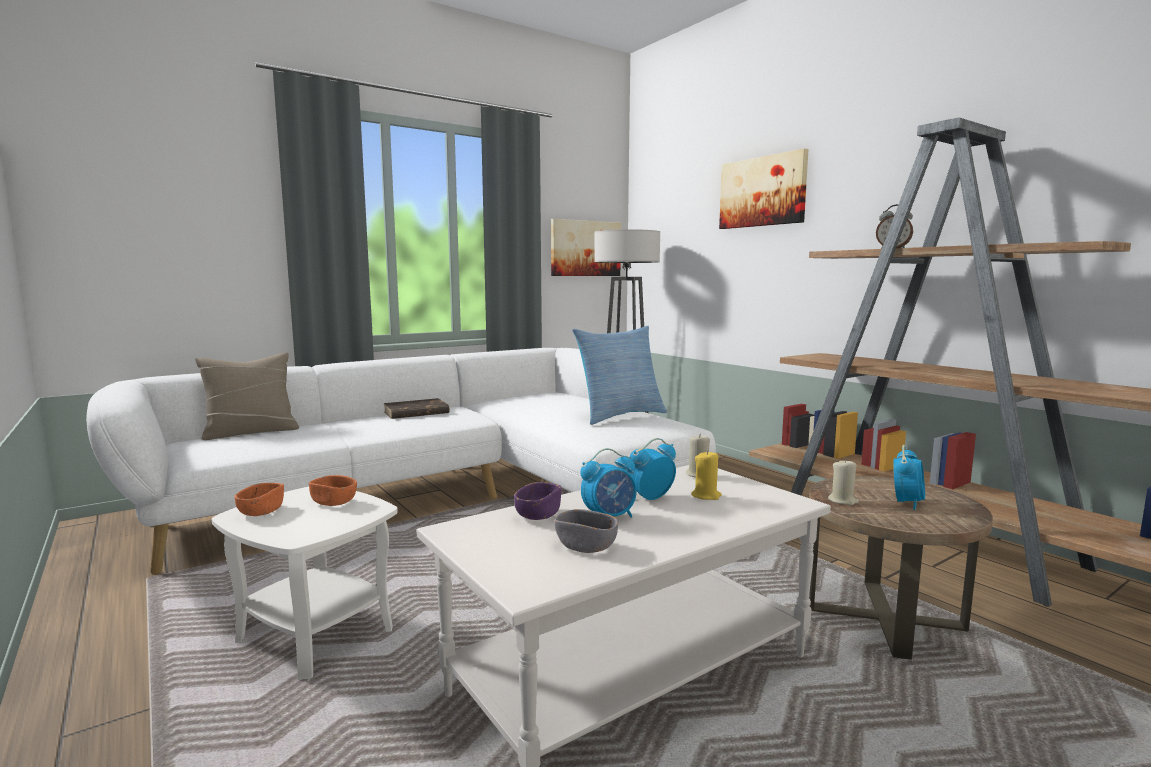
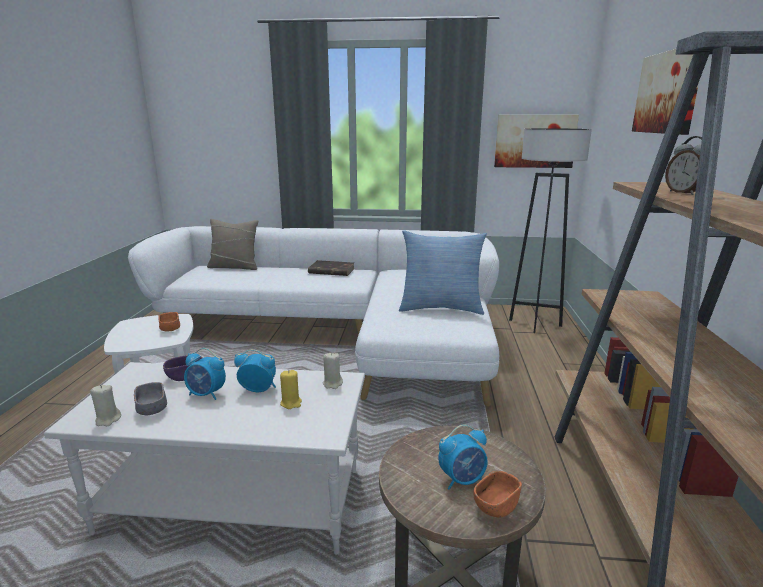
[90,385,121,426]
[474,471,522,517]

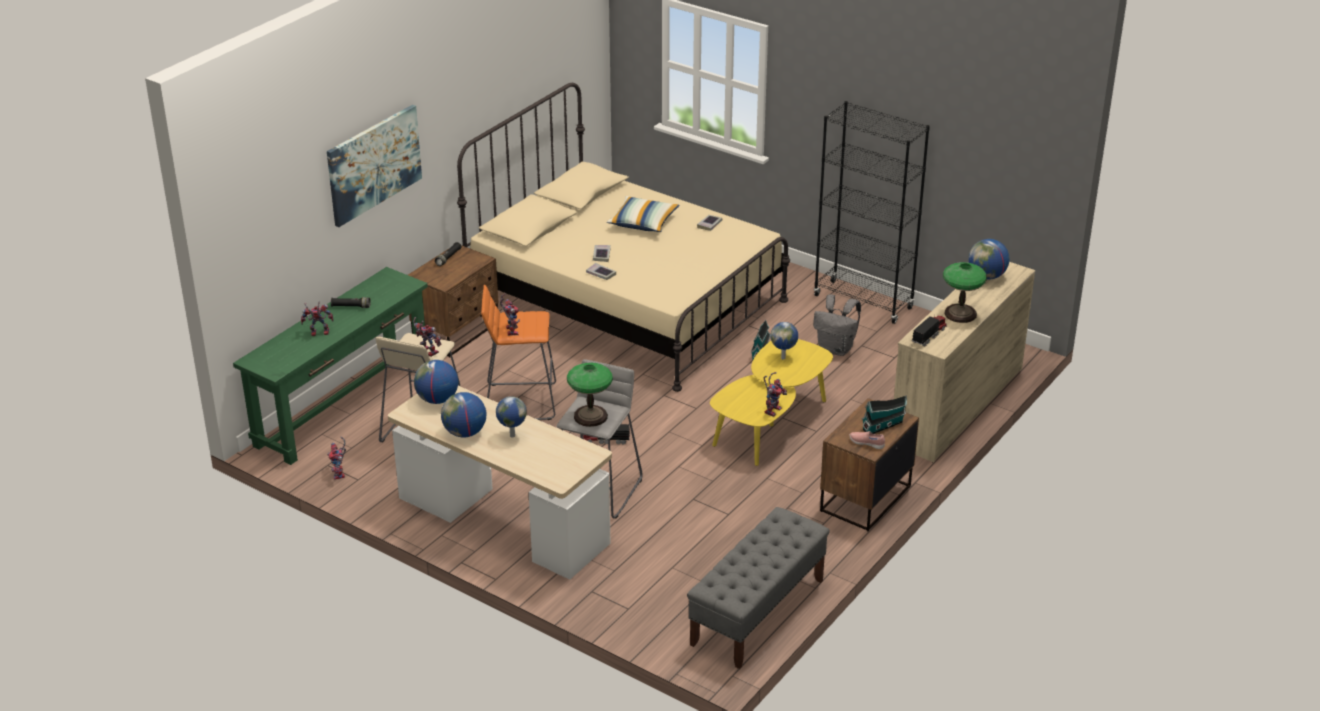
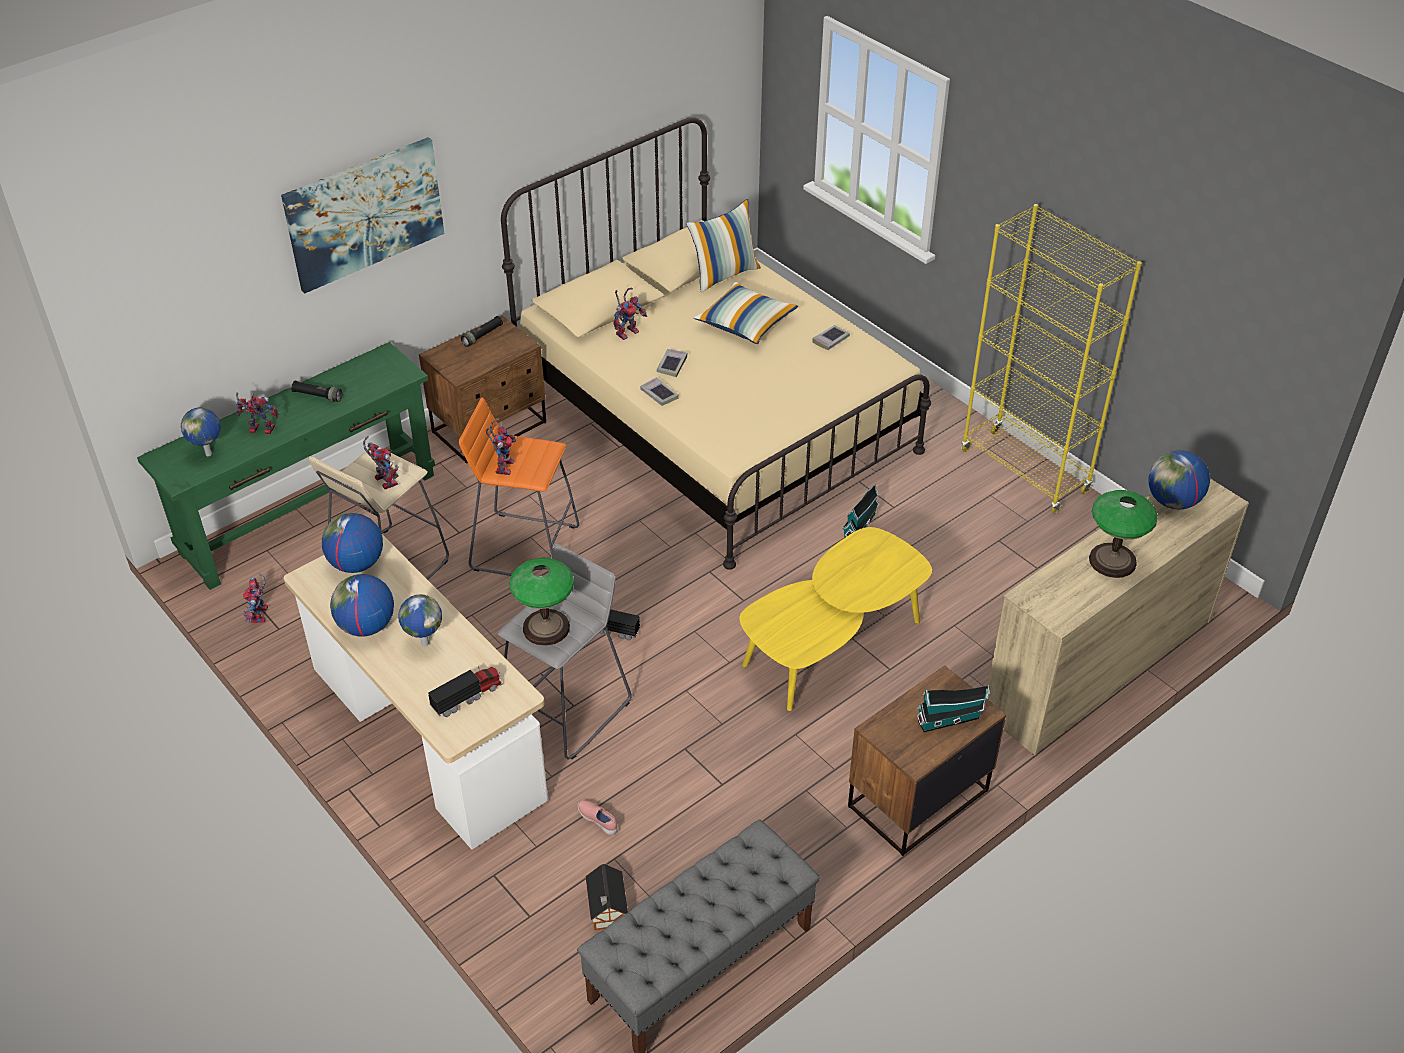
[181,408,221,456]
[428,666,503,717]
[578,800,618,835]
[585,864,628,930]
[614,288,647,340]
[686,199,761,292]
[961,204,1142,514]
[813,294,861,356] (first image)

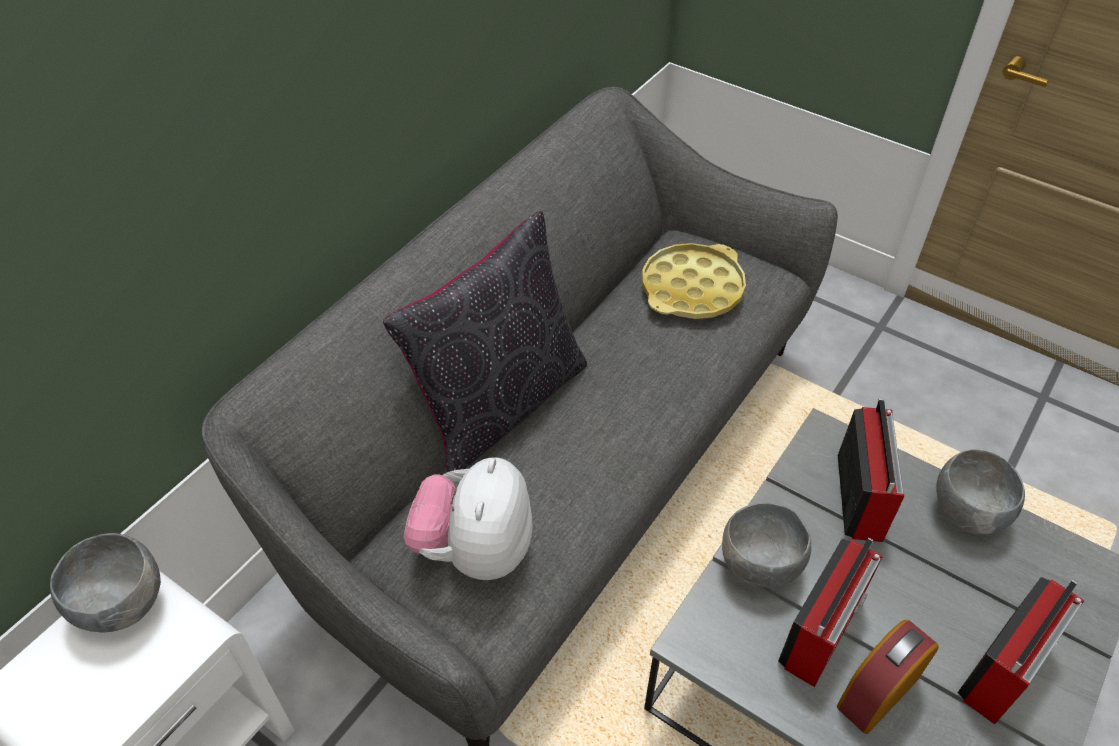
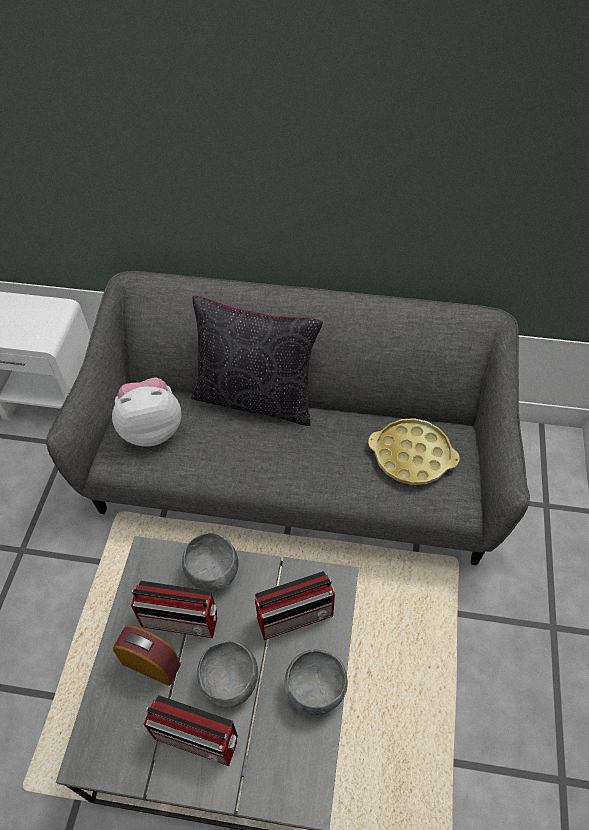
[197,641,258,707]

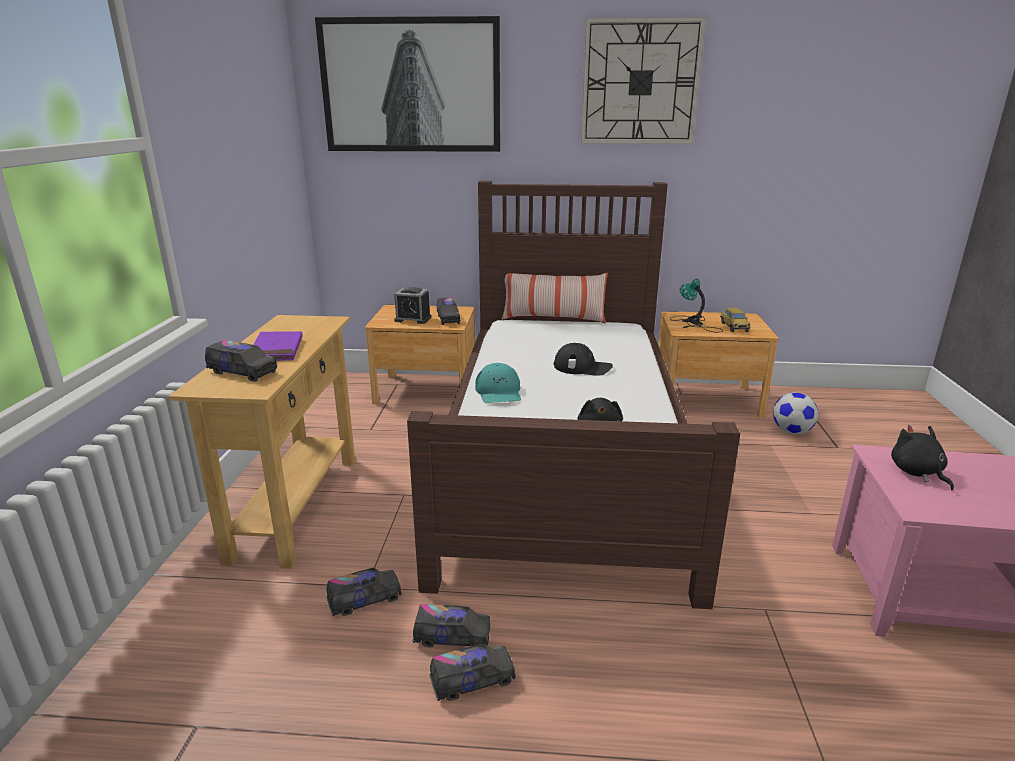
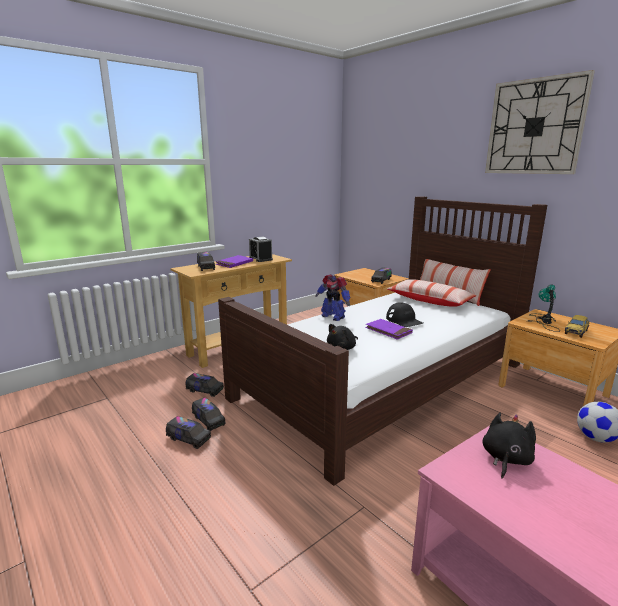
[249,237,273,262]
[315,275,350,321]
[365,319,413,340]
[387,279,476,307]
[315,16,500,152] (first image)

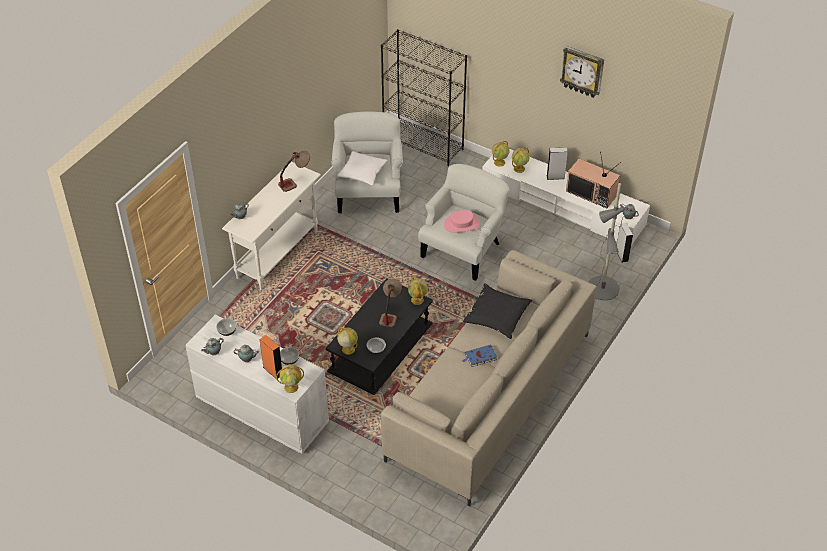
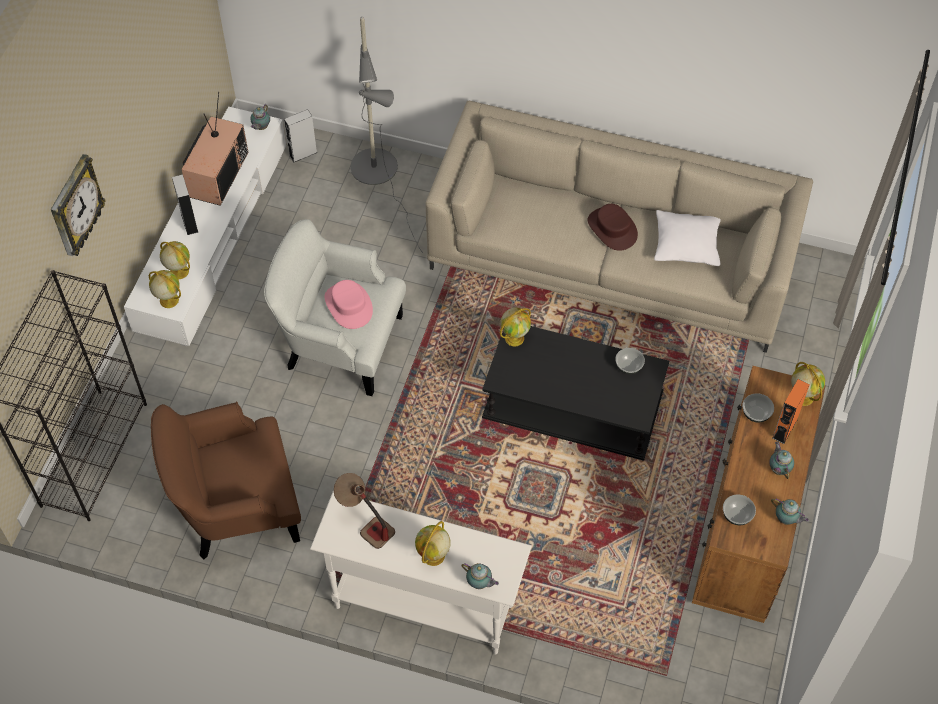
[51,154,106,256]
[151,401,301,560]
[415,521,451,566]
[588,204,638,251]
[654,210,721,266]
[692,366,825,623]
[379,278,402,328] (first image)
[463,283,532,339] (first image)

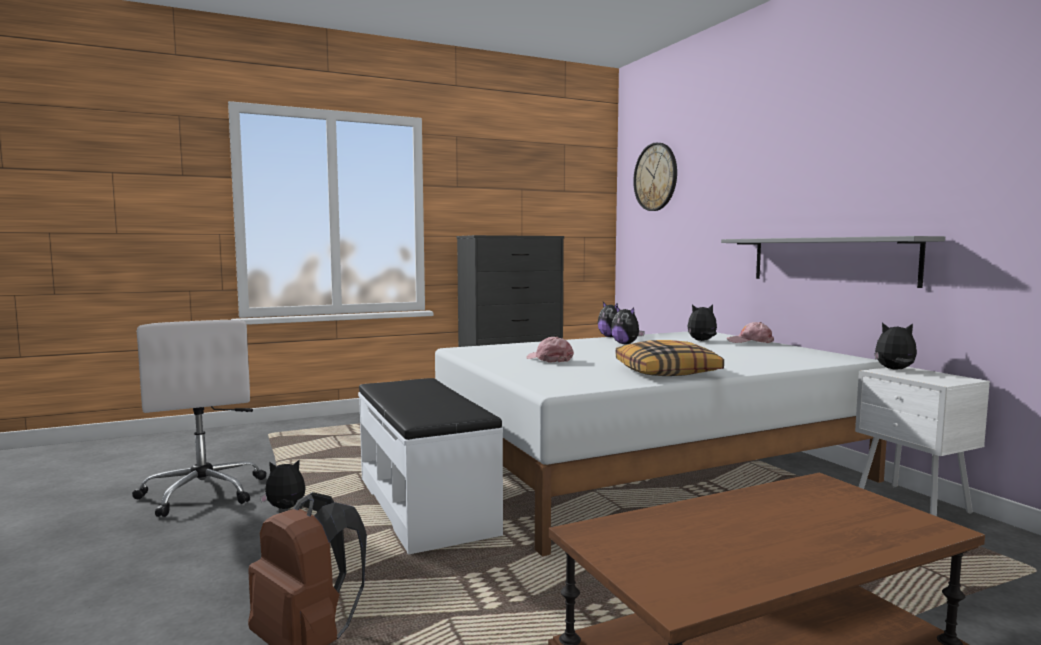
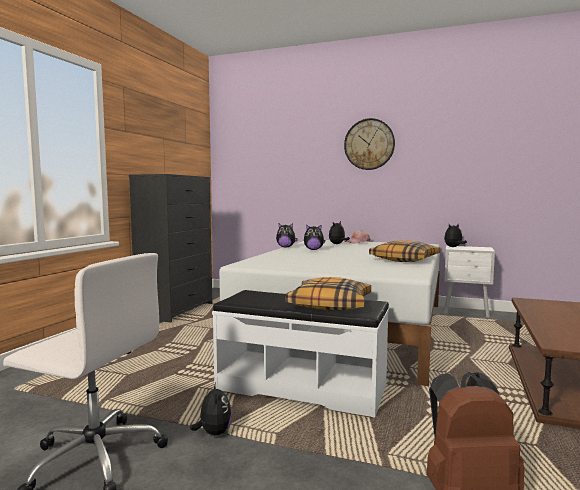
[190,382,232,435]
[285,277,371,311]
[344,118,395,170]
[526,337,574,363] (first image)
[721,236,945,288] (first image)

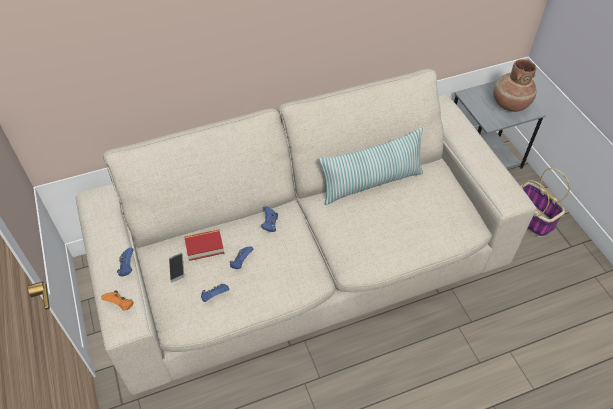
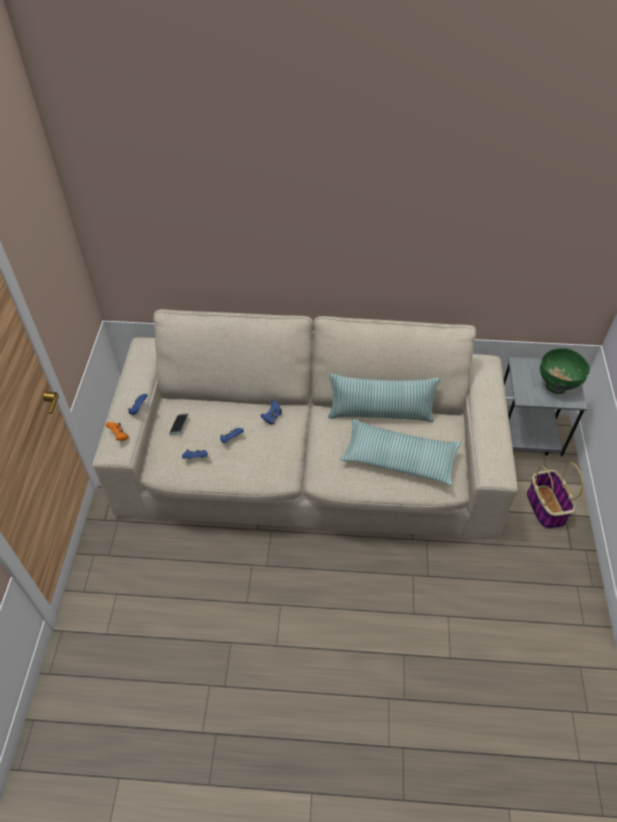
[340,419,461,486]
[540,348,590,394]
[185,230,224,261] (first image)

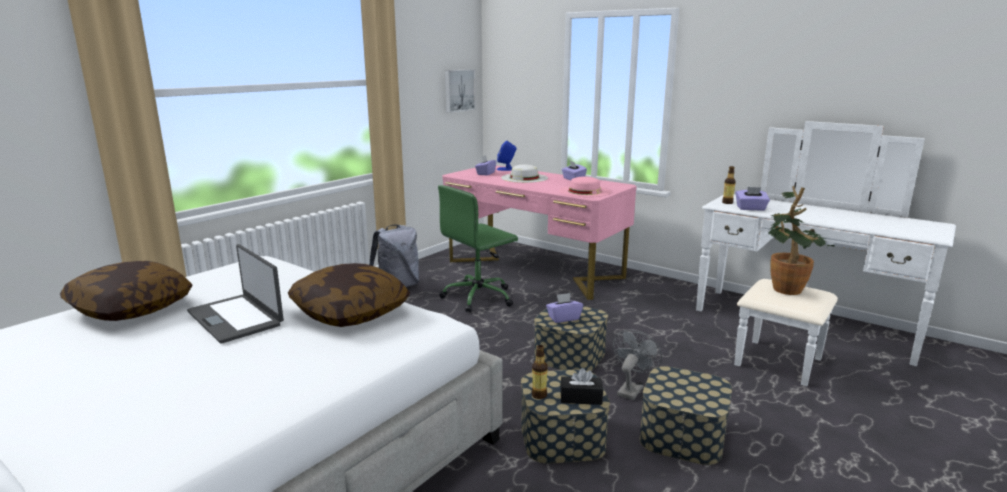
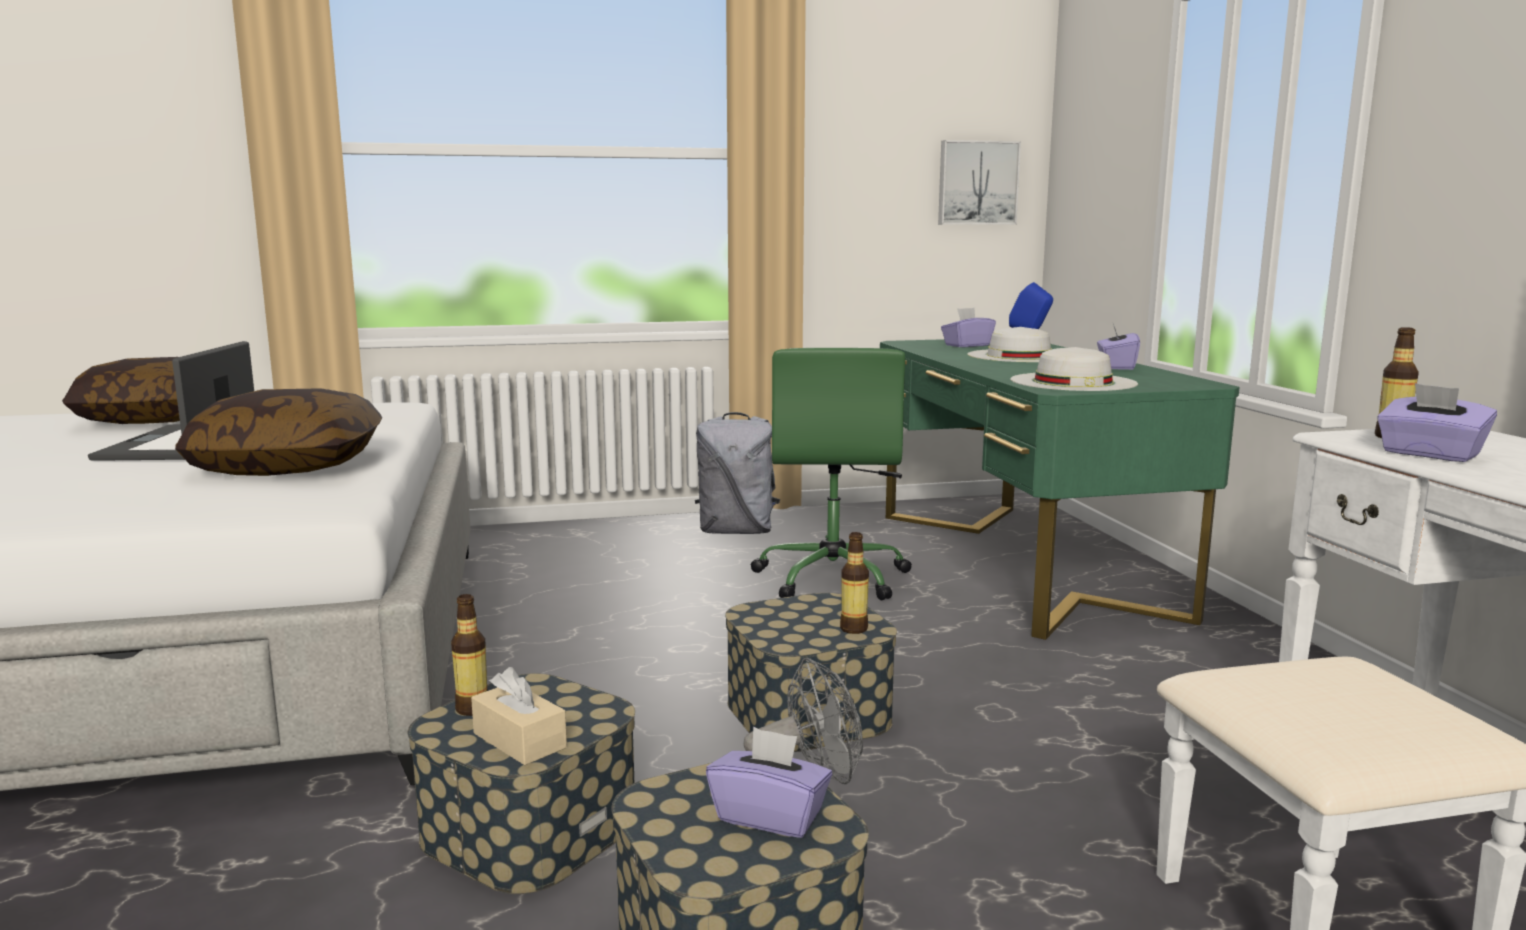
[471,667,567,765]
[706,727,832,838]
[751,348,912,600]
[840,532,869,634]
[880,339,1240,640]
[1010,347,1138,391]
[768,186,834,295] (first image)

